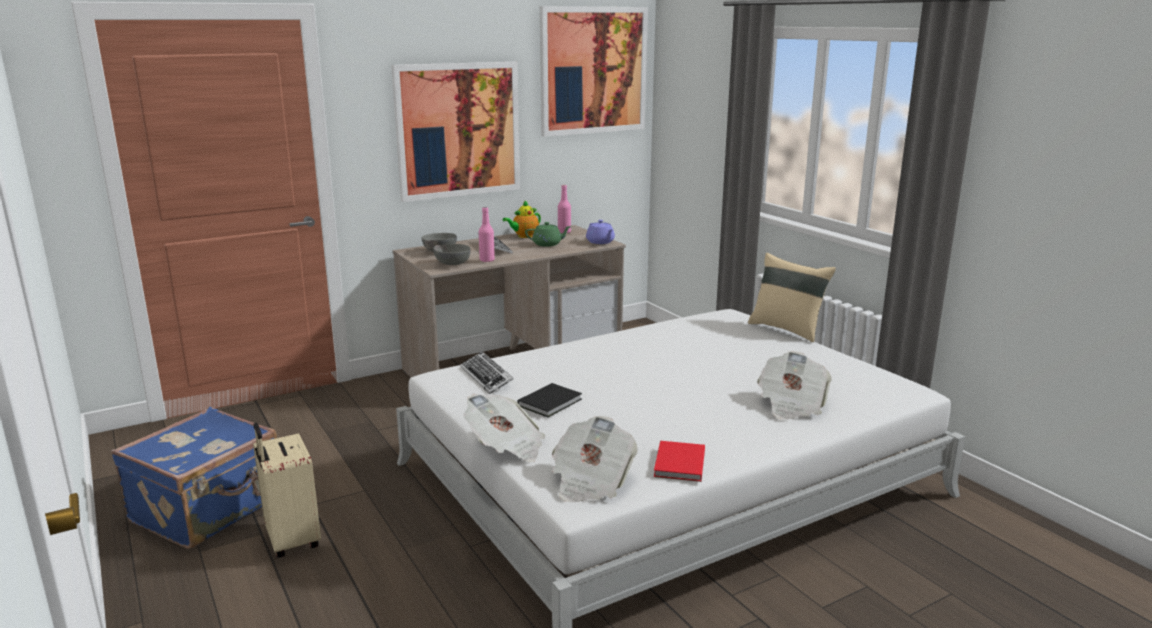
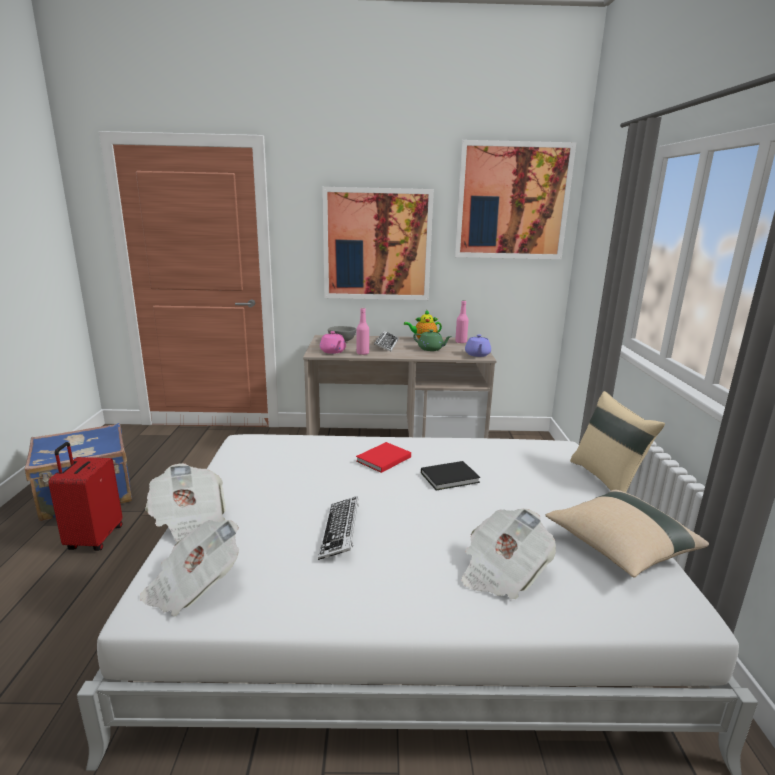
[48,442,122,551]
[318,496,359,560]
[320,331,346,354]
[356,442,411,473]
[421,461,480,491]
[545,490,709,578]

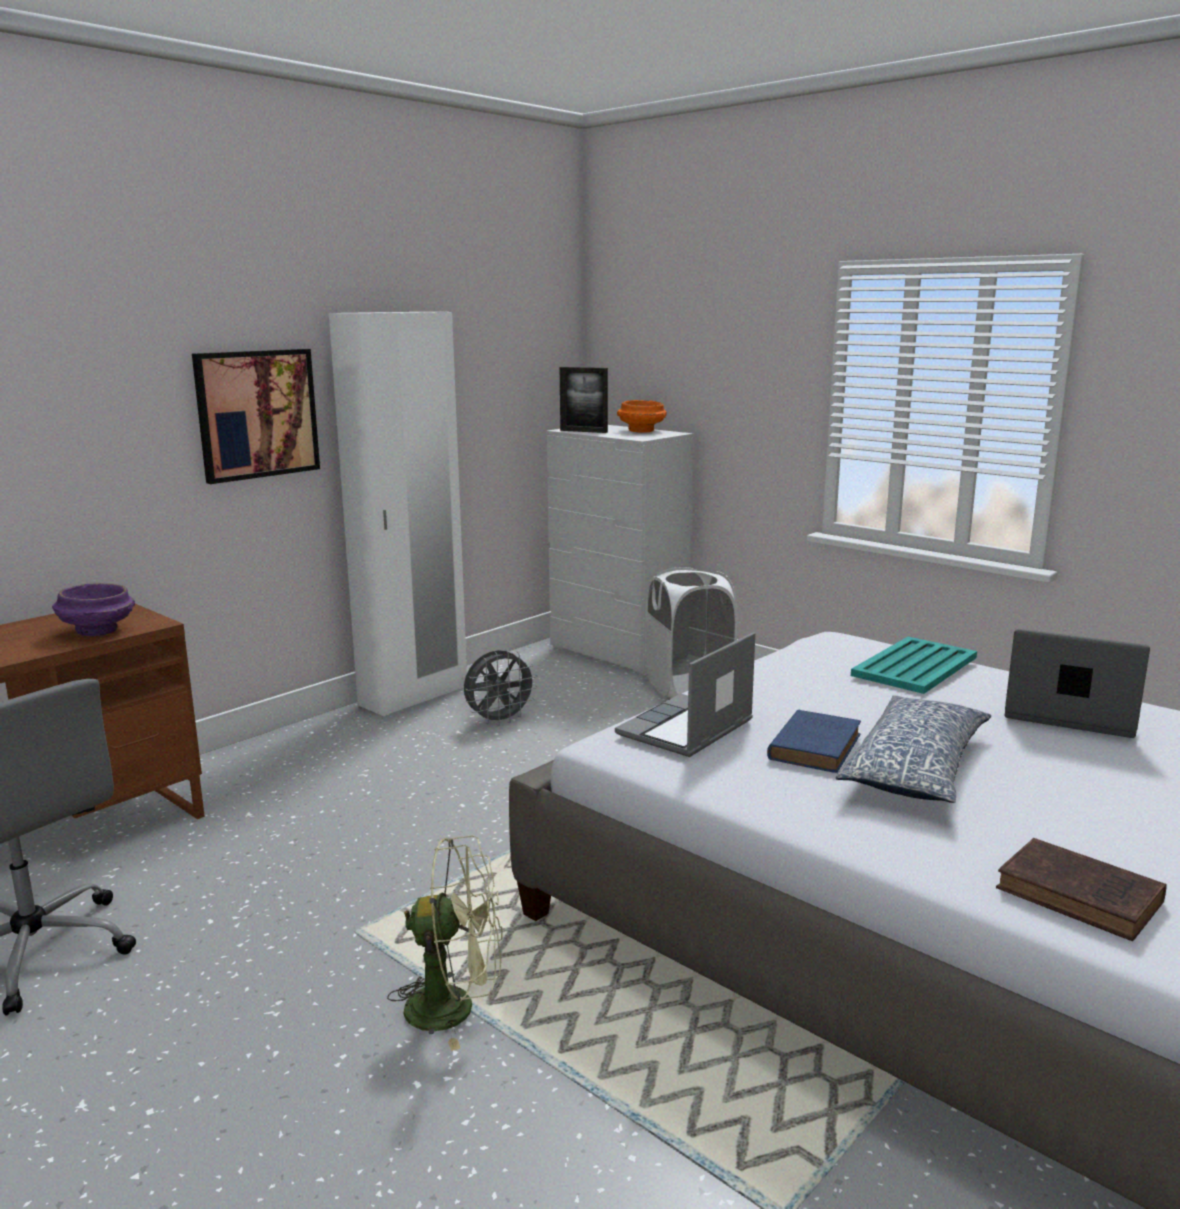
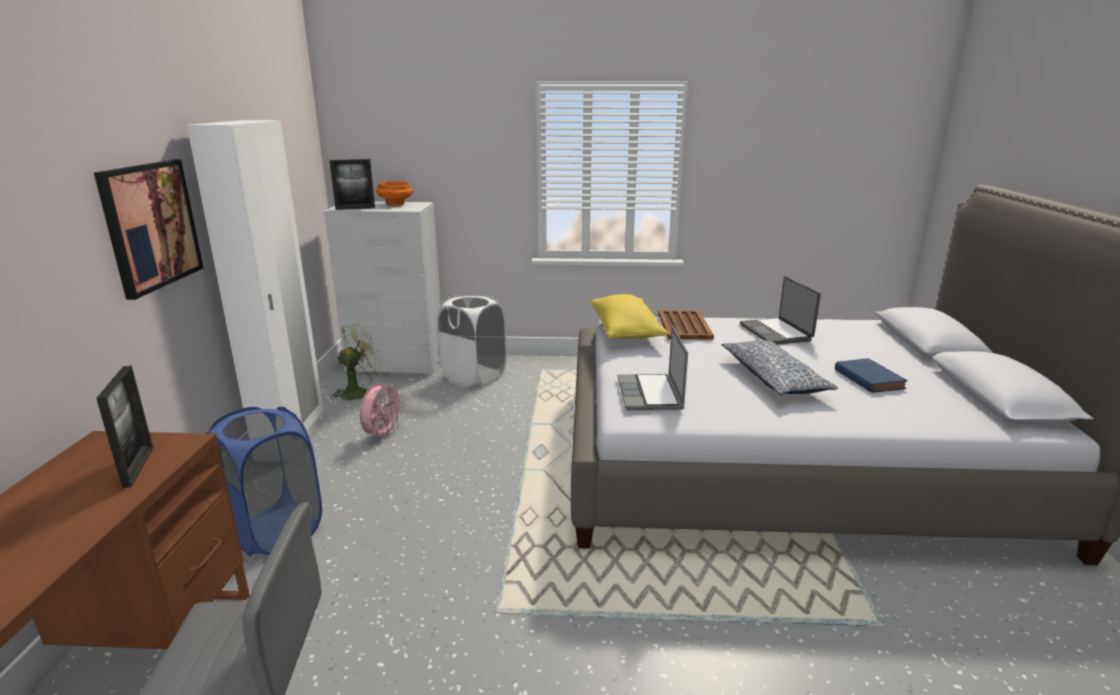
[96,365,153,488]
[206,407,322,556]
[330,323,382,400]
[360,381,404,440]
[590,294,669,339]
[658,310,714,340]
[740,277,821,345]
[835,358,908,393]
[996,838,1167,941] (first image)

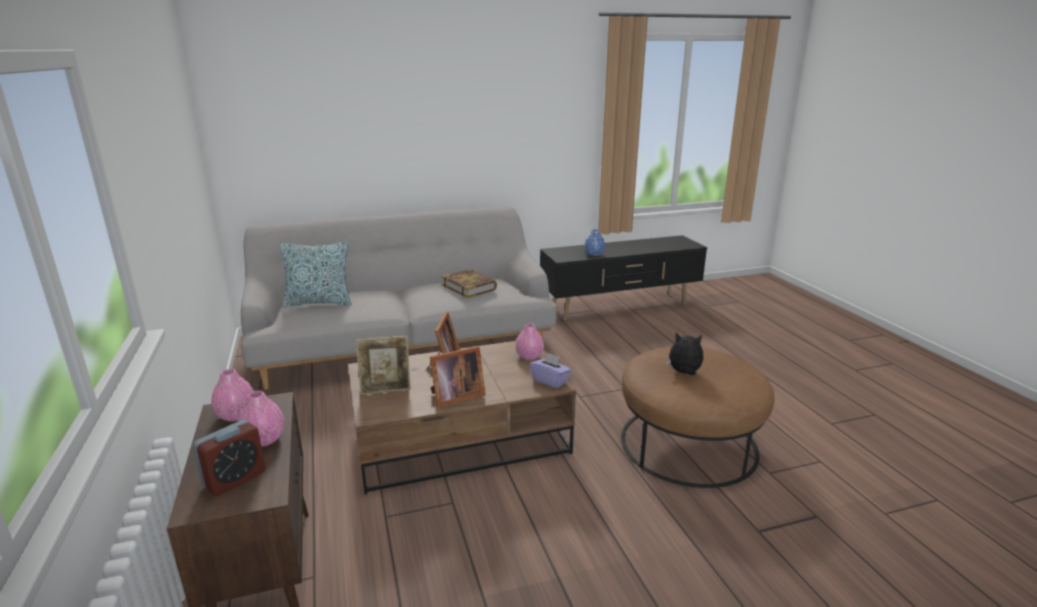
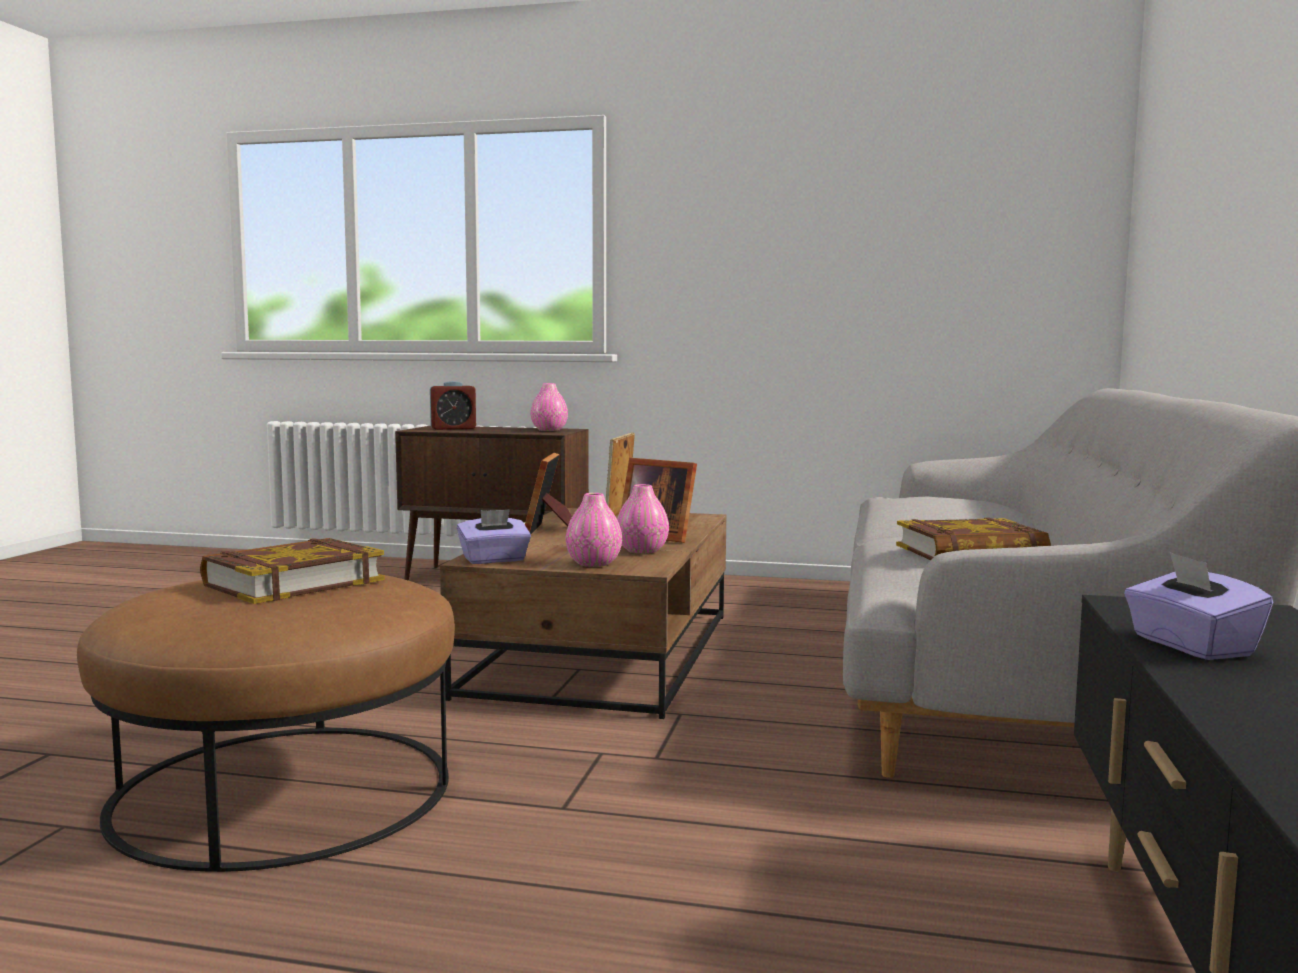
[200,538,385,604]
[430,381,476,430]
[617,484,669,554]
[1124,552,1273,660]
[280,241,352,308] (first image)

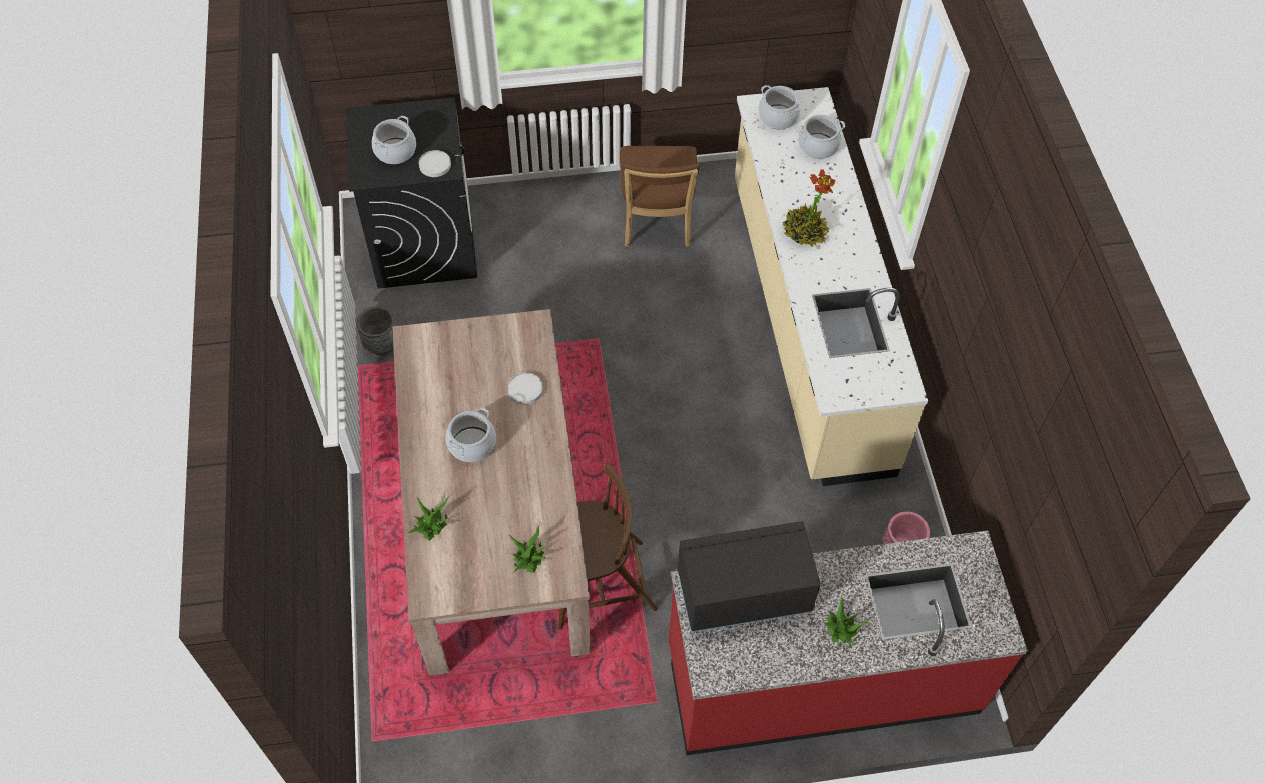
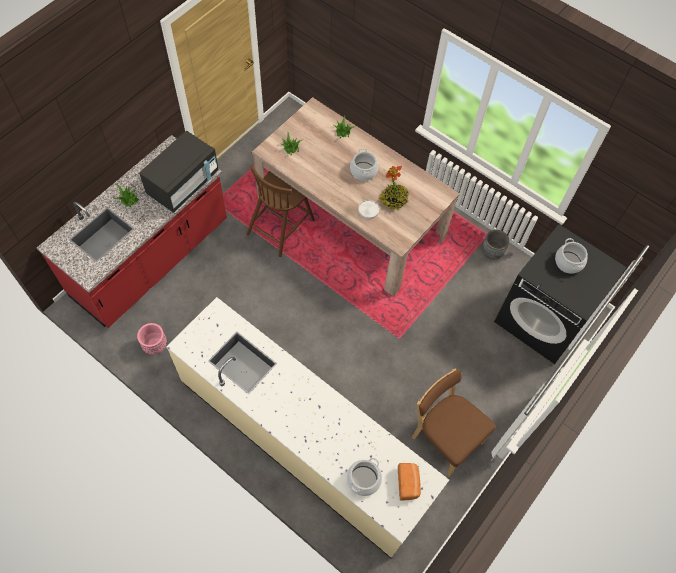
[380,166,410,210]
[398,463,421,501]
[419,150,451,177] (first image)

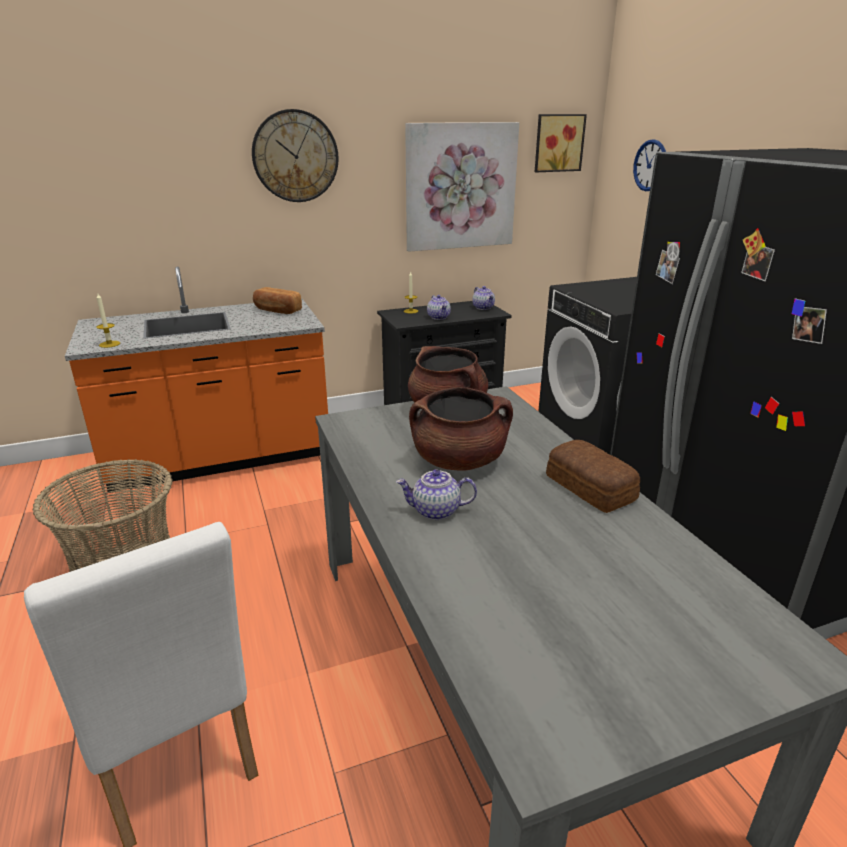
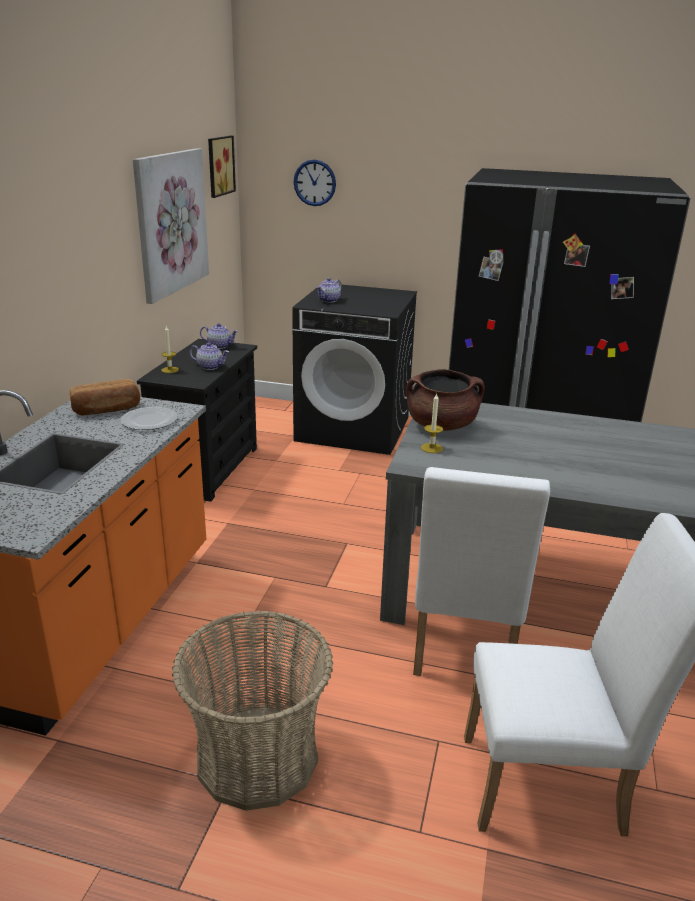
[120,407,178,430]
[317,278,342,303]
[413,467,550,676]
[421,393,443,453]
[252,109,339,202] (first image)
[409,387,513,471] (first image)
[546,440,640,513] (first image)

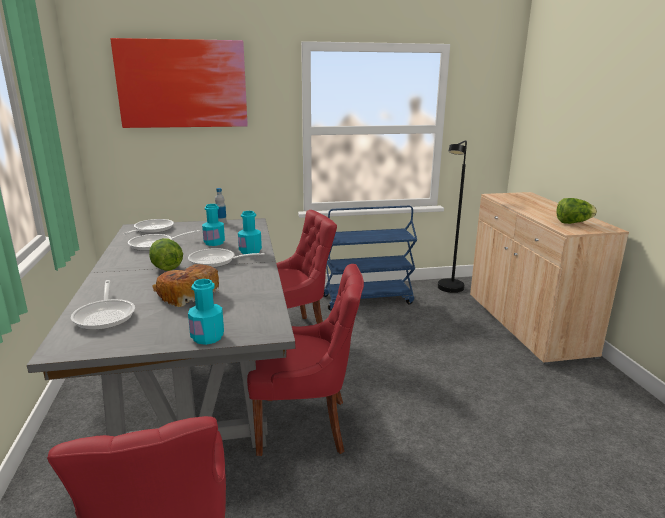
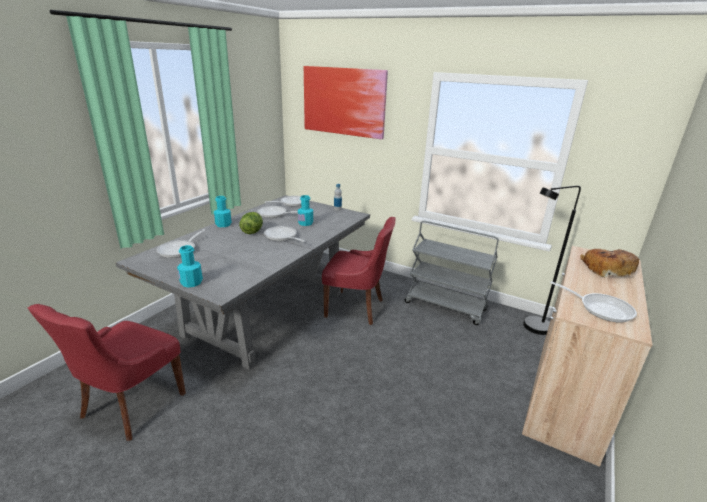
[214,196,232,227]
[405,221,499,325]
[550,281,637,323]
[580,249,639,278]
[247,264,364,456] (first image)

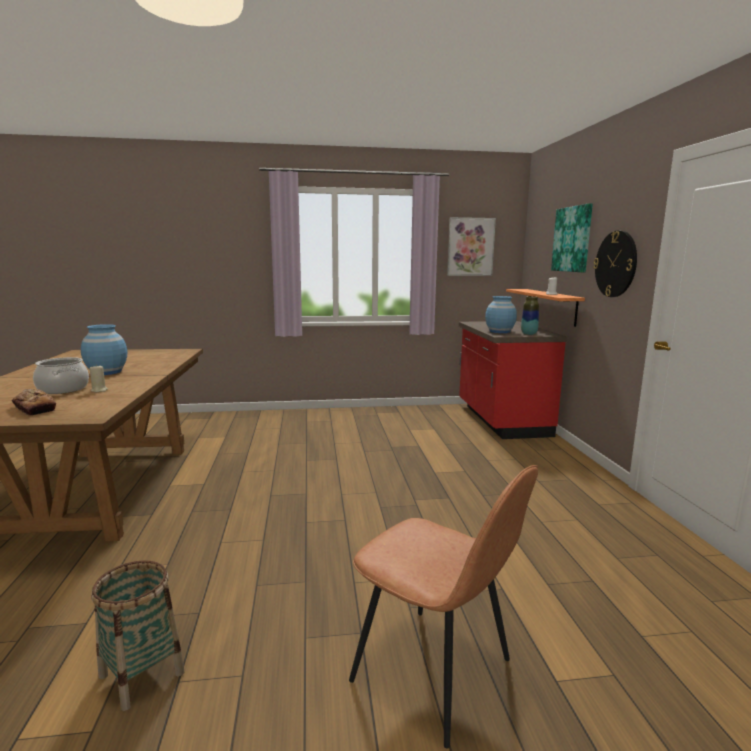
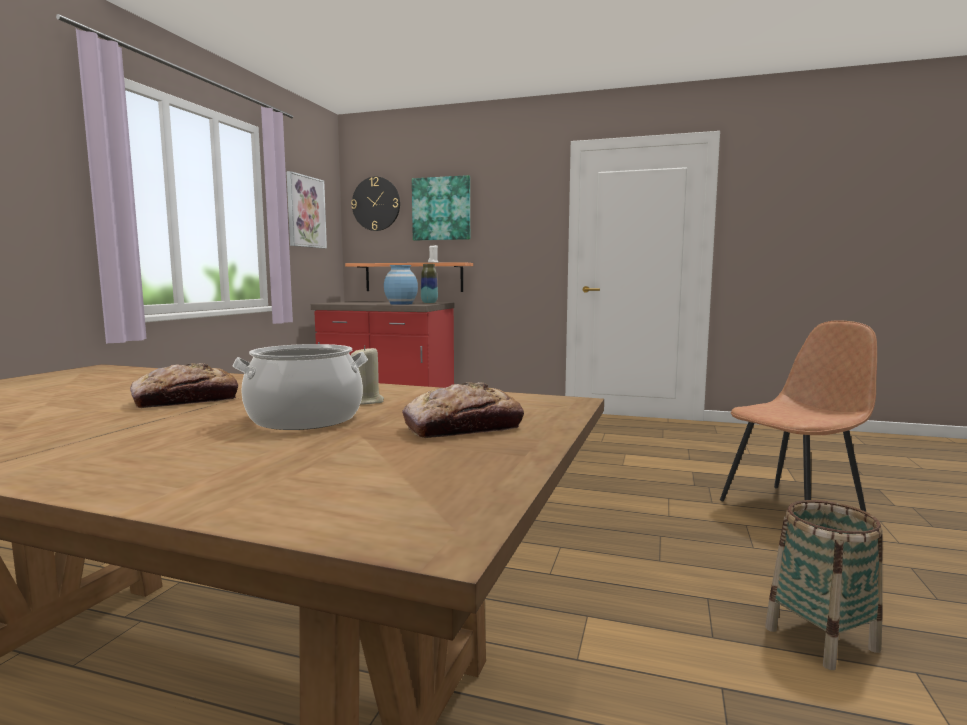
[130,363,238,408]
[351,177,400,231]

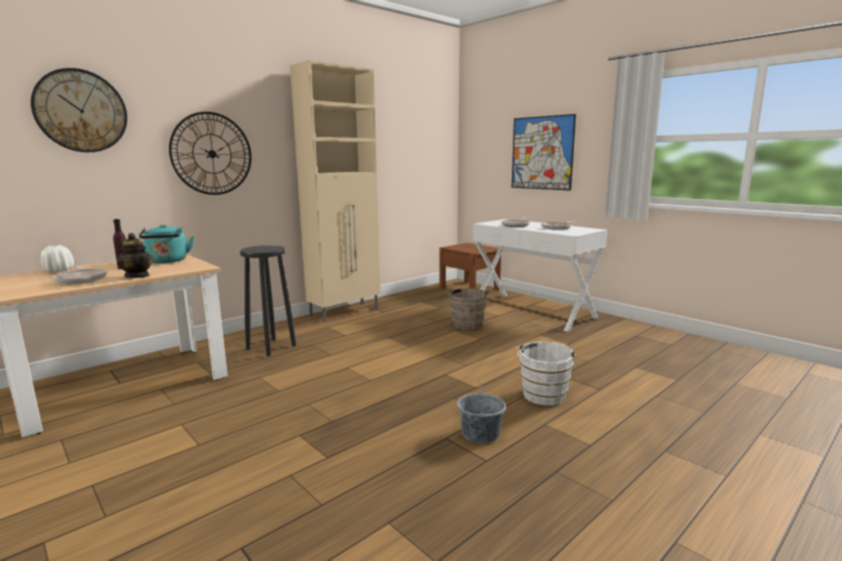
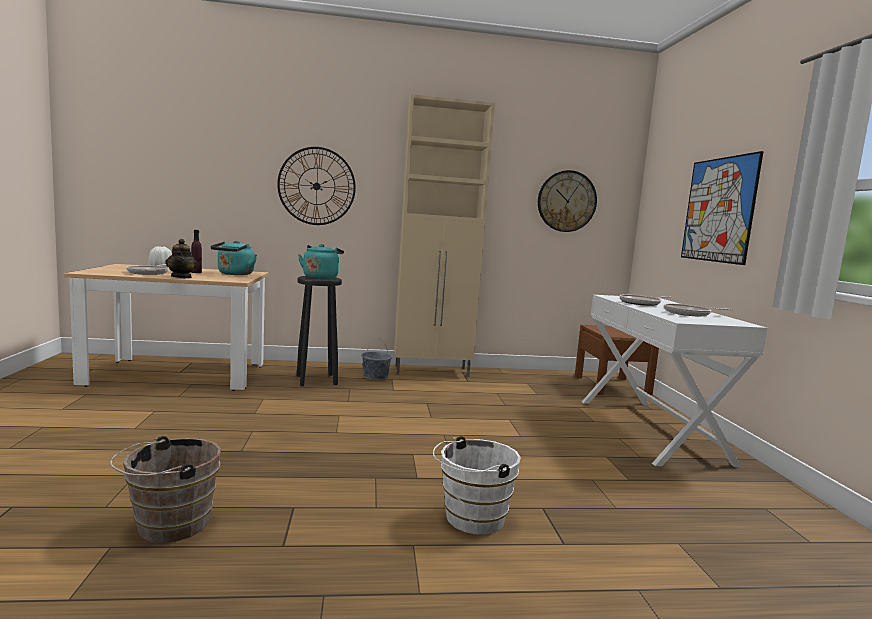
[110,436,221,543]
[298,244,344,279]
[361,338,393,380]
[538,170,597,232]

